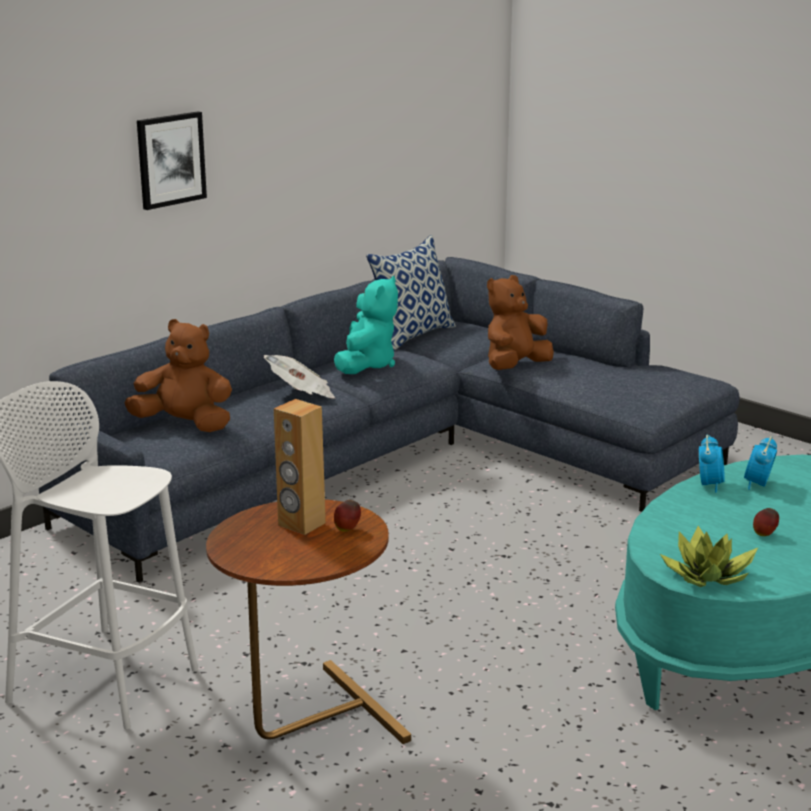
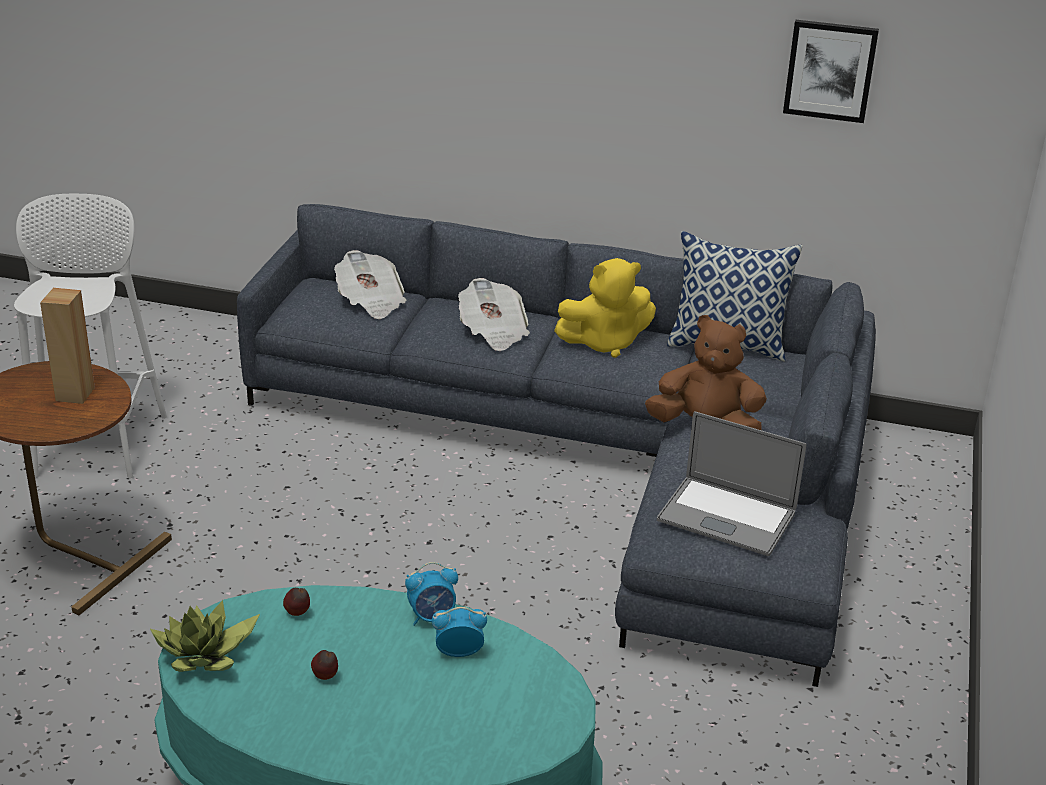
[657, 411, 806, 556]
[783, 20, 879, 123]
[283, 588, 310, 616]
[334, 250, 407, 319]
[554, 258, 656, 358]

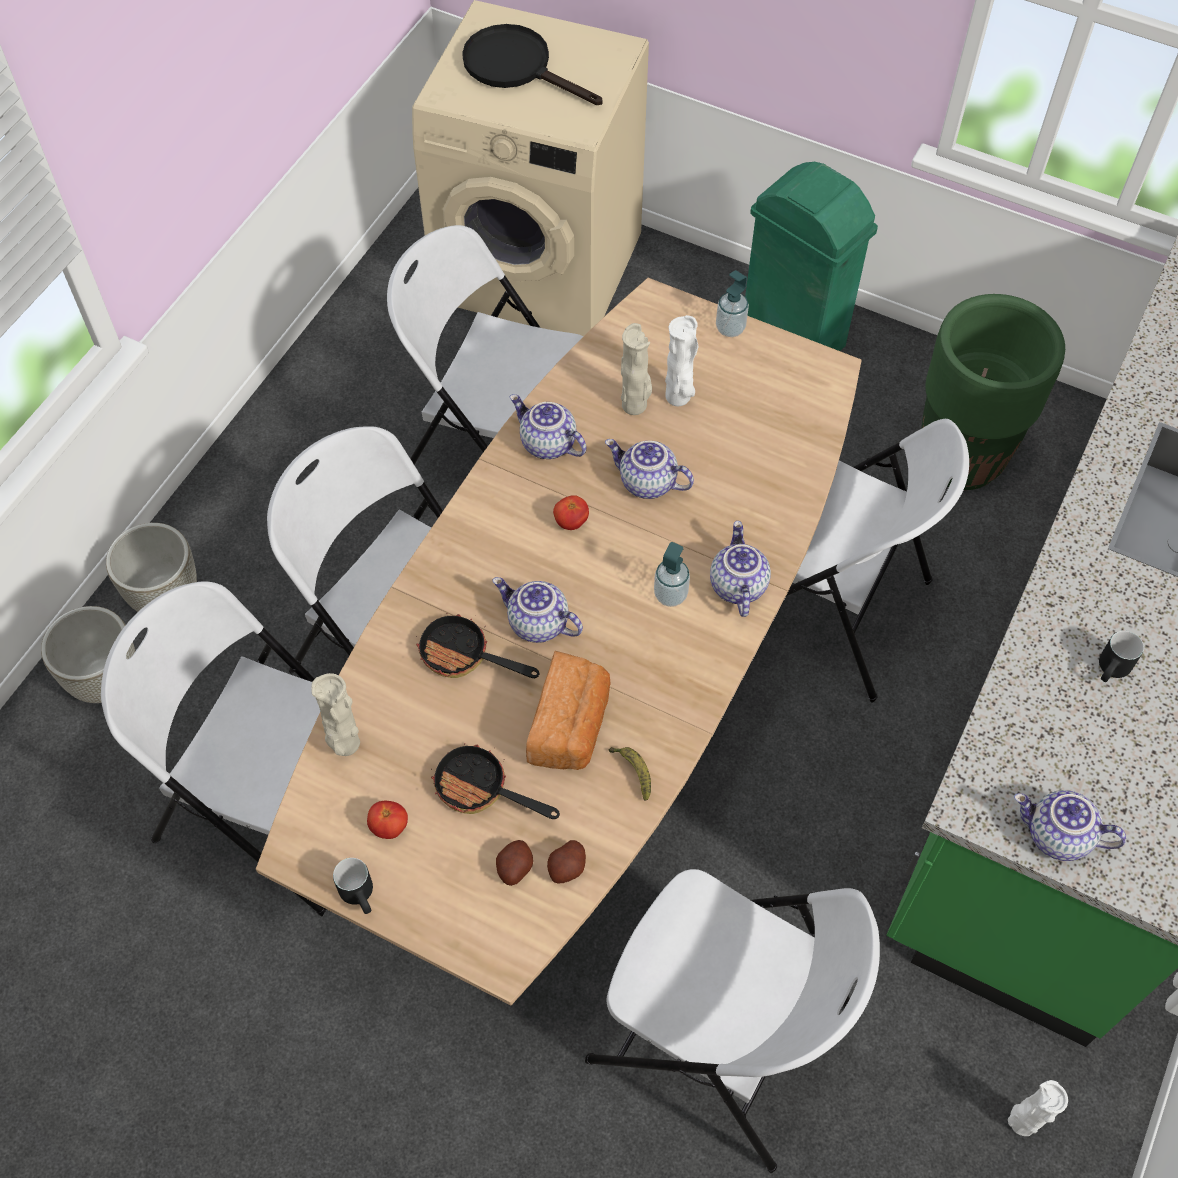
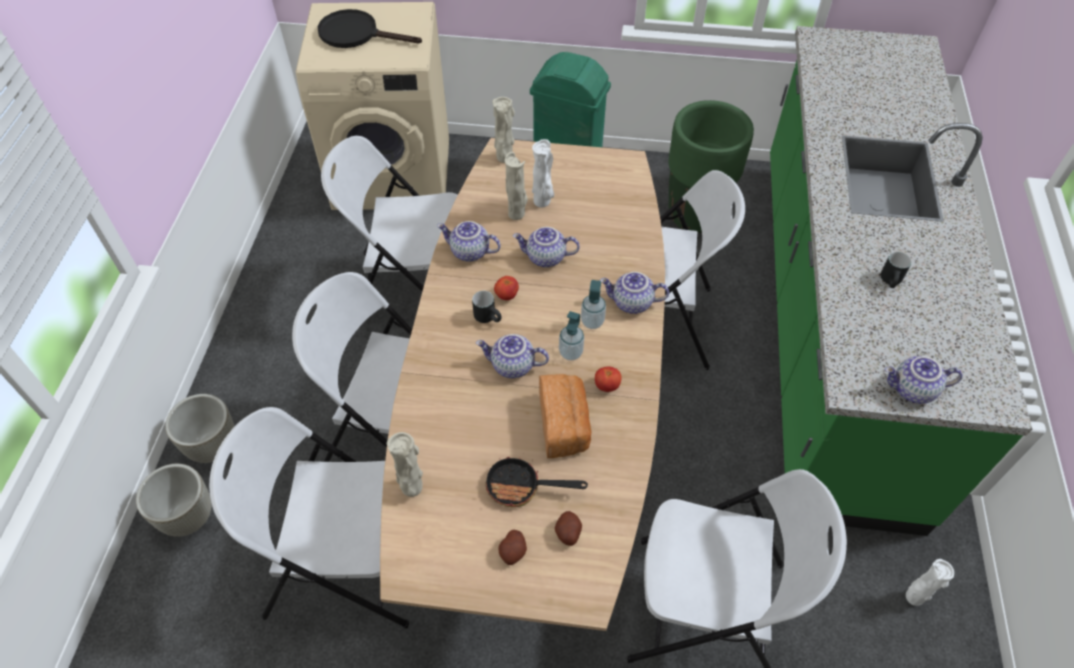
[416, 613, 539, 678] (first image)
[609, 747, 651, 801] (first image)
[492, 97, 515, 163]
[472, 291, 502, 323]
[595, 367, 622, 392]
[499, 530, 527, 565]
[559, 311, 584, 361]
[600, 272, 669, 314]

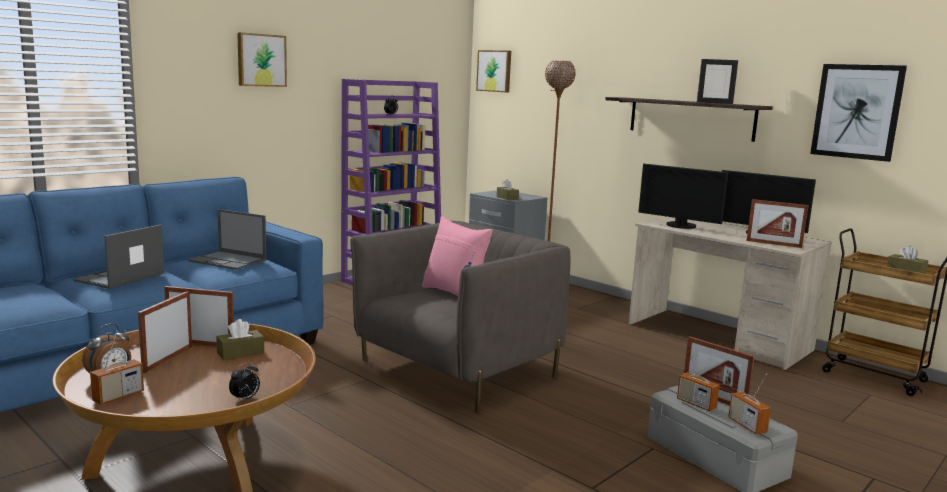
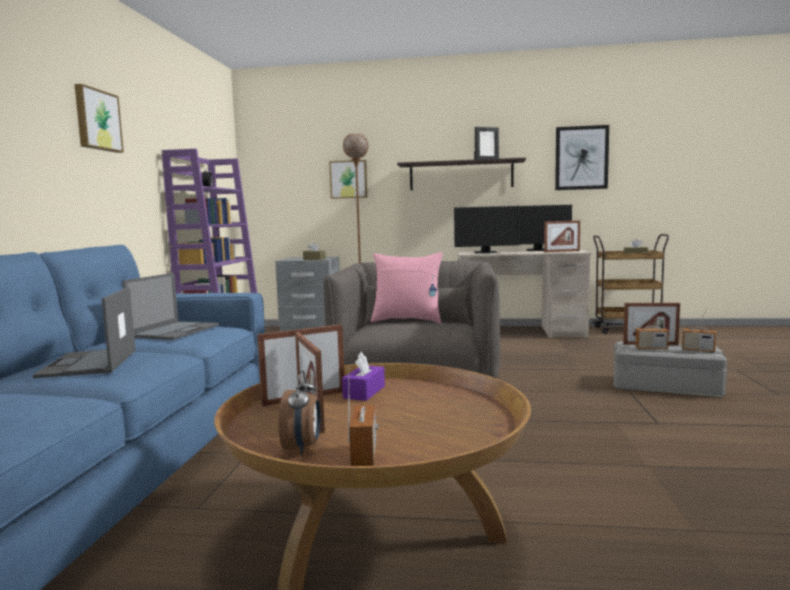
[229, 362, 260, 402] (first image)
[329, 160, 367, 199]
[342, 352, 385, 401]
[122, 273, 219, 340]

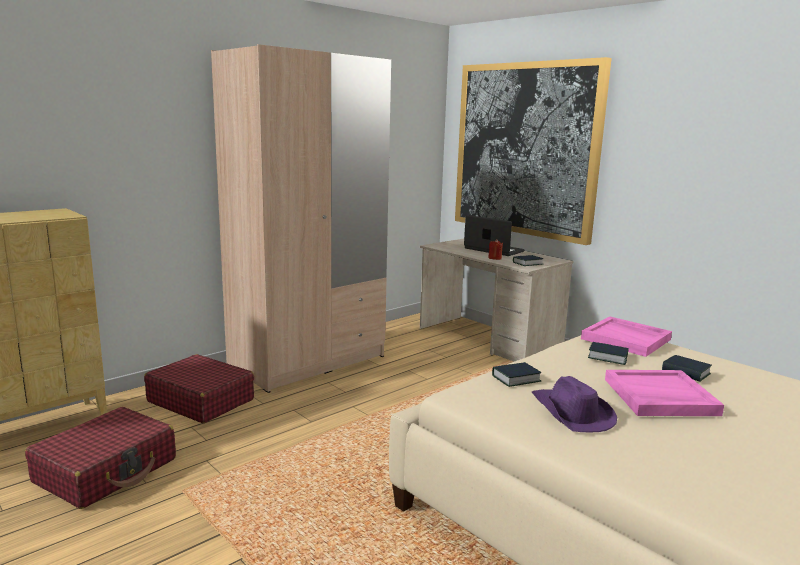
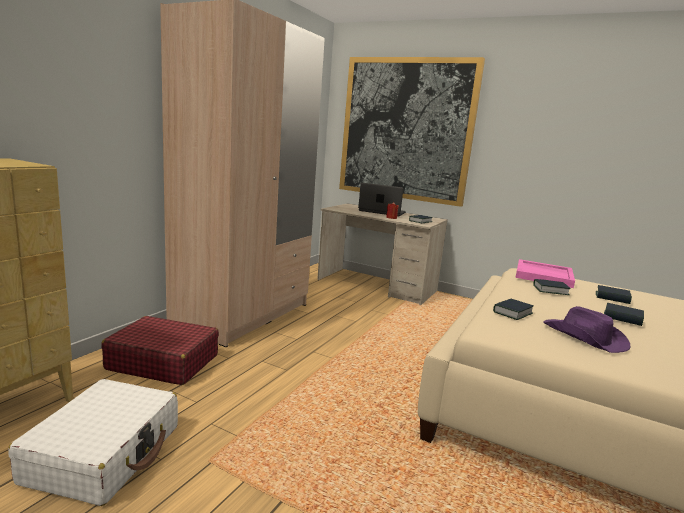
[604, 303, 644, 326]
[8, 379, 178, 506]

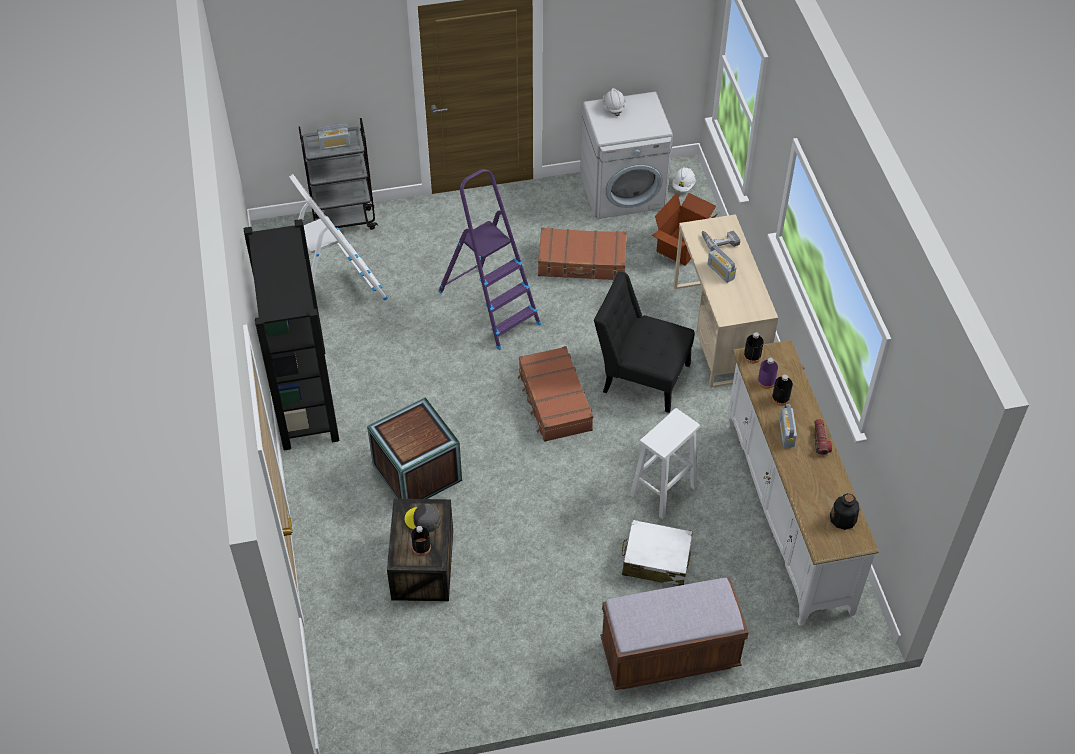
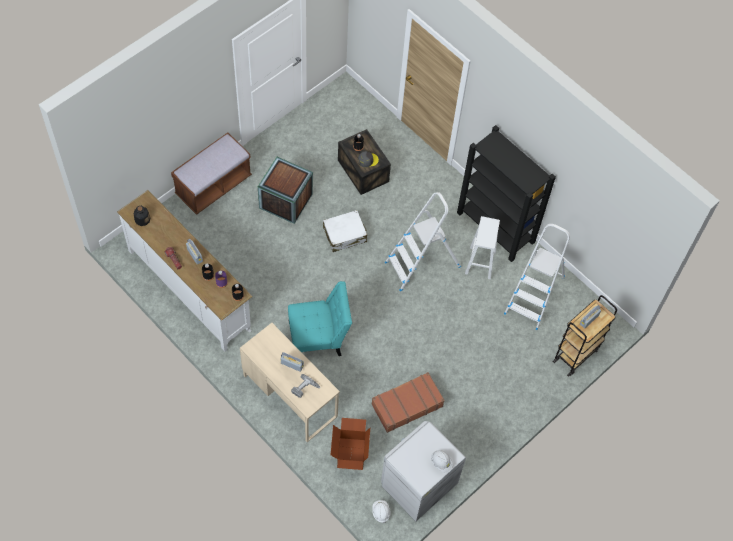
[438, 169, 541, 350] (first image)
[517, 346, 594, 442] (first image)
[385, 192, 461, 291]
[258, 157, 313, 224]
[323, 210, 367, 252]
[465, 216, 500, 279]
[553, 295, 617, 377]
[288, 281, 352, 356]

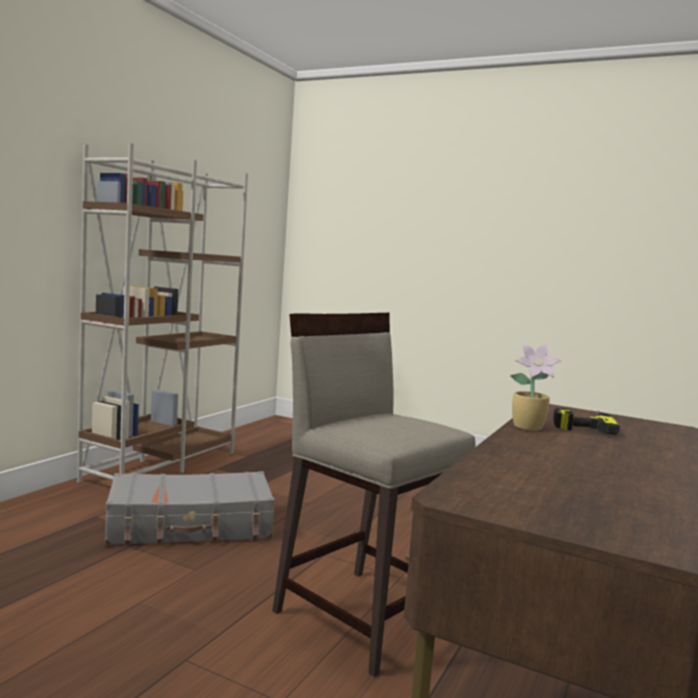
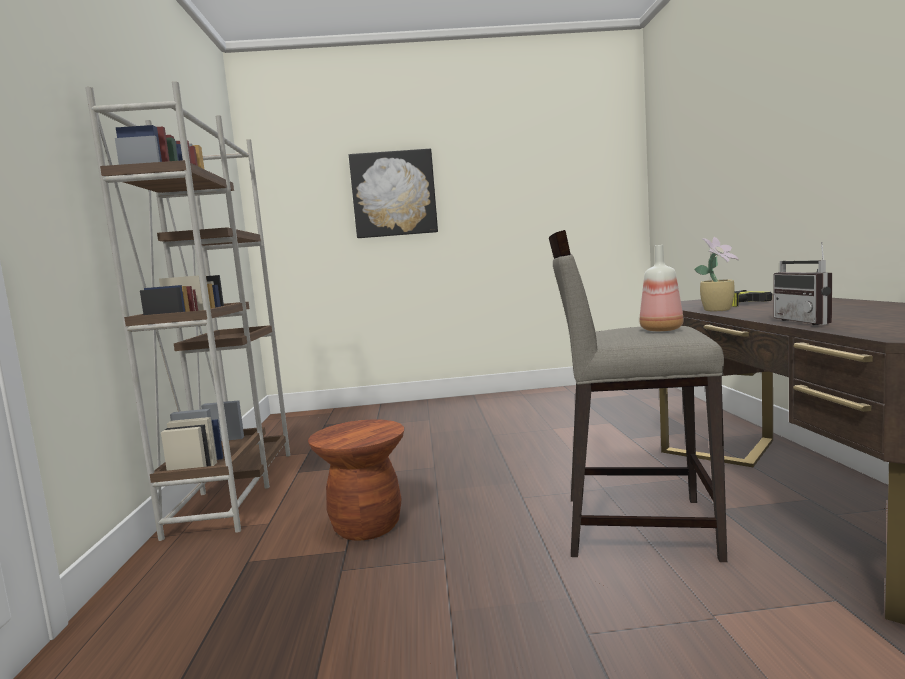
[349, 149, 438, 238]
[640, 245, 683, 331]
[773, 242, 832, 325]
[308, 419, 404, 541]

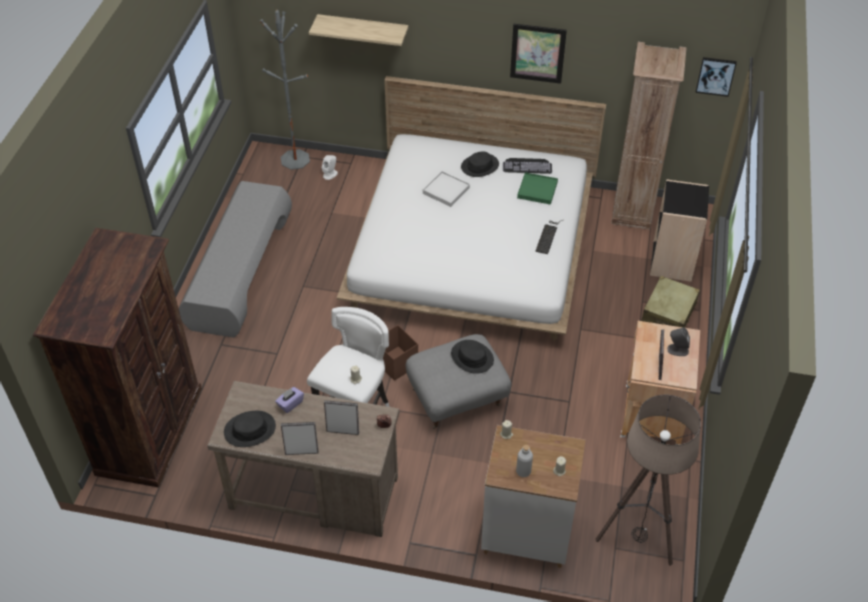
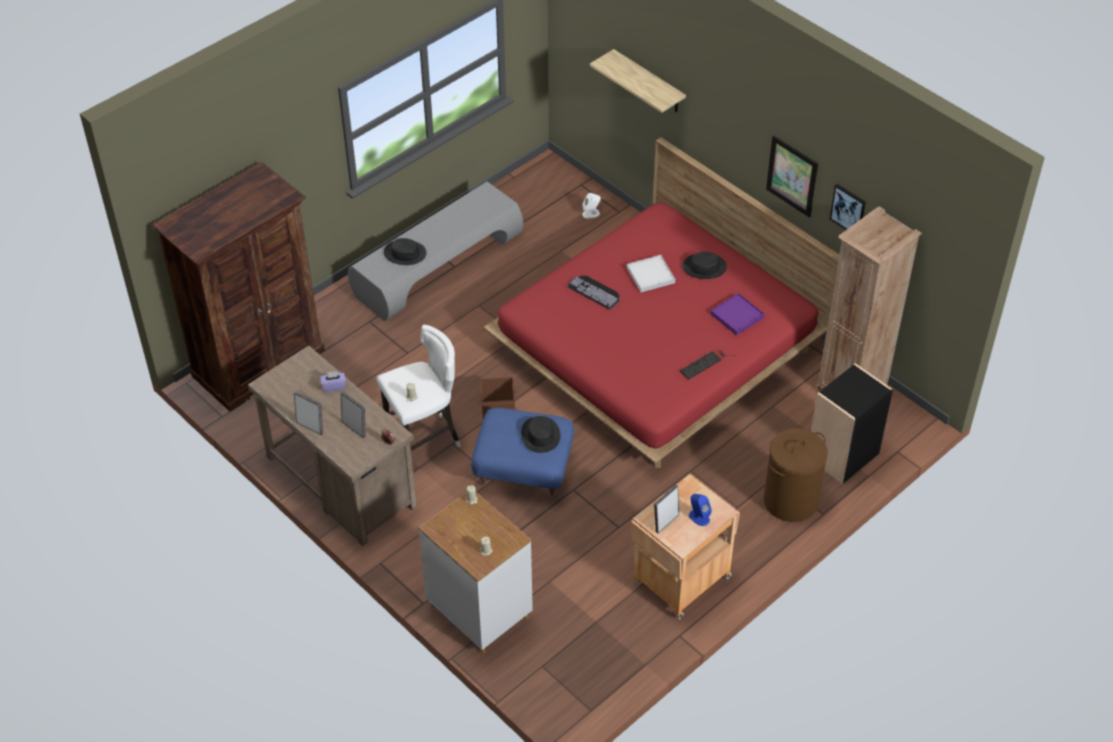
[260, 10, 310, 170] (first image)
[516, 445, 533, 477] (first image)
[596, 395, 701, 566] (first image)
[384, 238, 426, 265]
[567, 276, 620, 309]
[830, 184, 866, 230]
[763, 428, 828, 522]
[484, 137, 839, 468]
[471, 408, 574, 497]
[710, 293, 764, 336]
[689, 494, 712, 526]

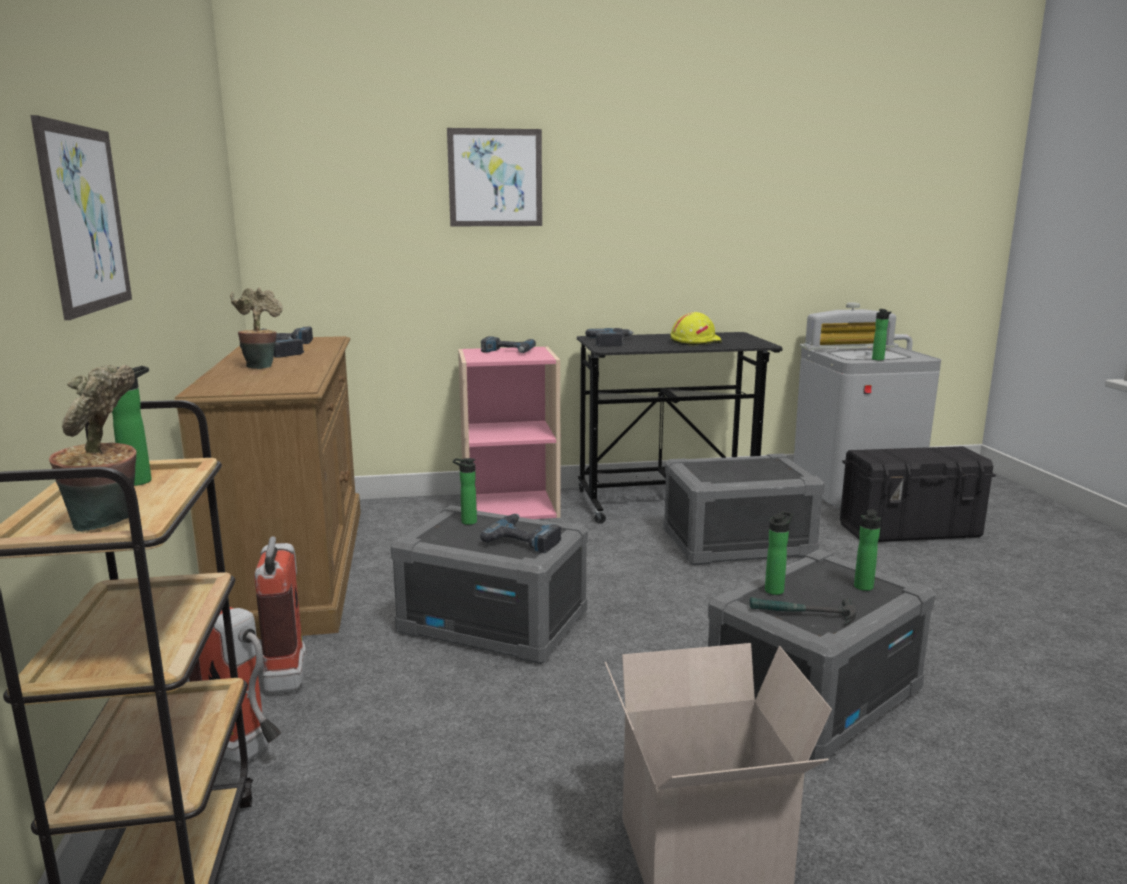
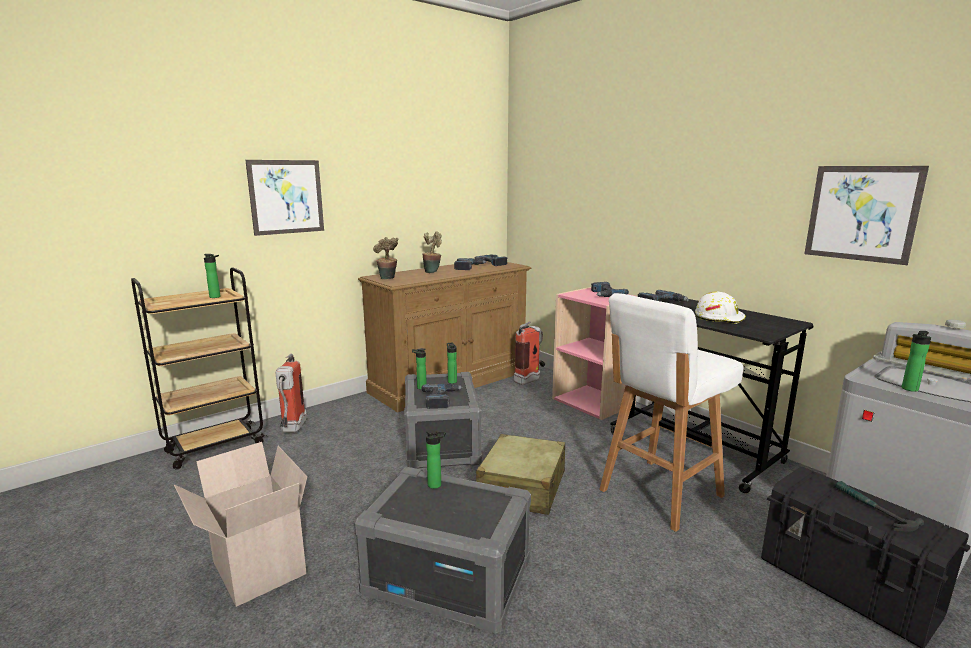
[476, 434, 565, 515]
[373, 237, 398, 279]
[514, 321, 545, 385]
[804, 166, 929, 265]
[835, 481, 924, 532]
[412, 348, 427, 389]
[600, 293, 743, 532]
[695, 292, 746, 324]

